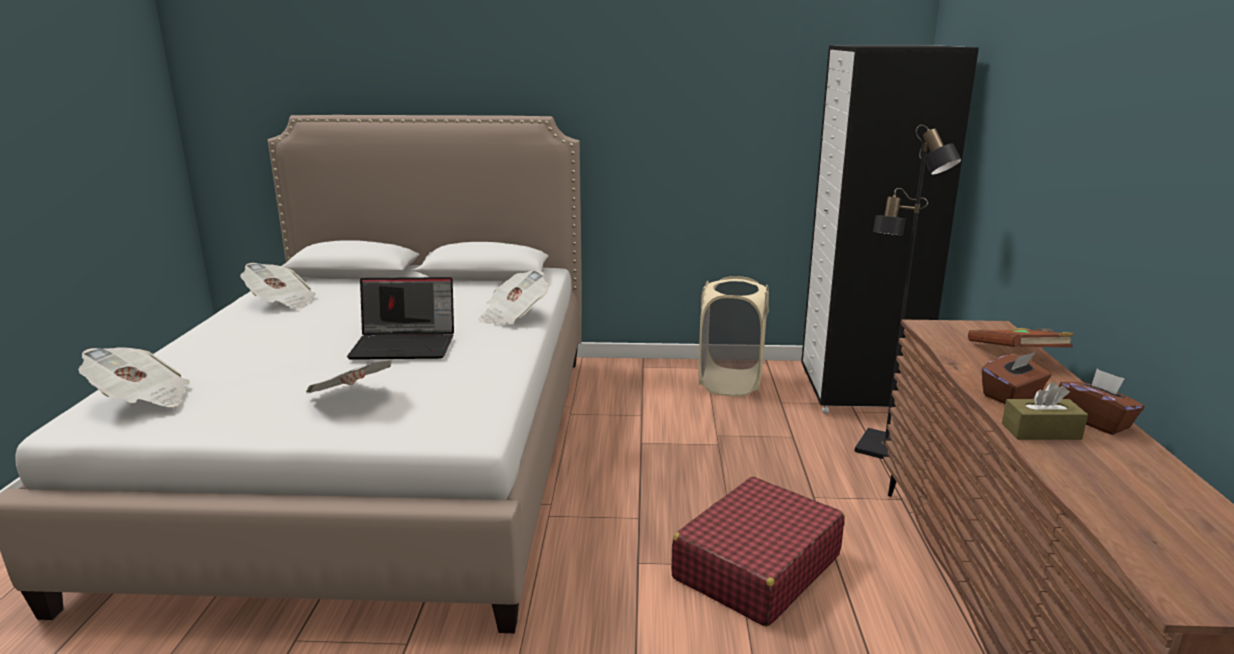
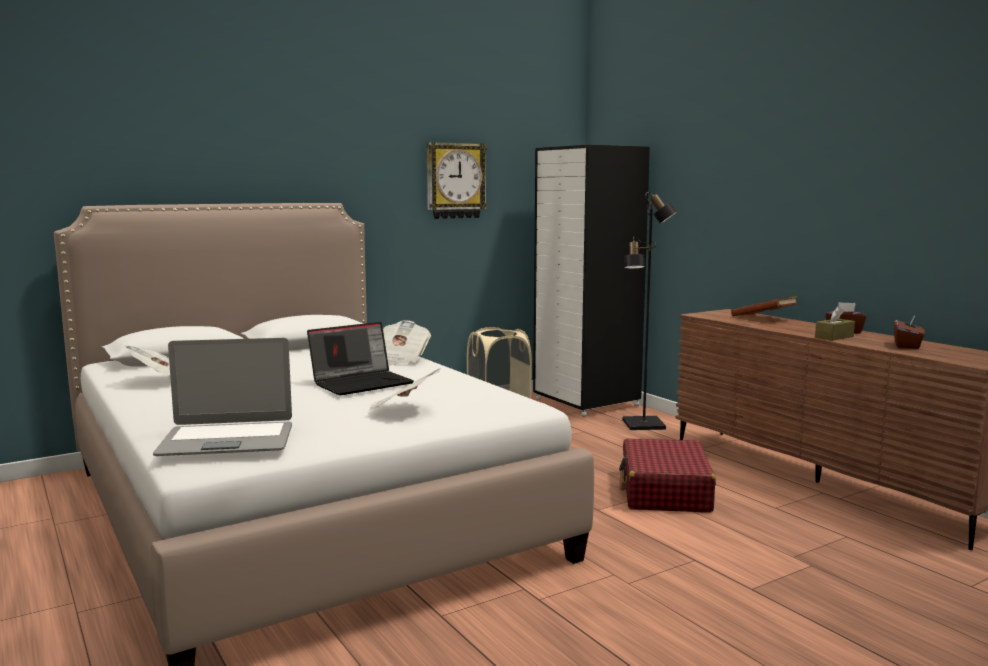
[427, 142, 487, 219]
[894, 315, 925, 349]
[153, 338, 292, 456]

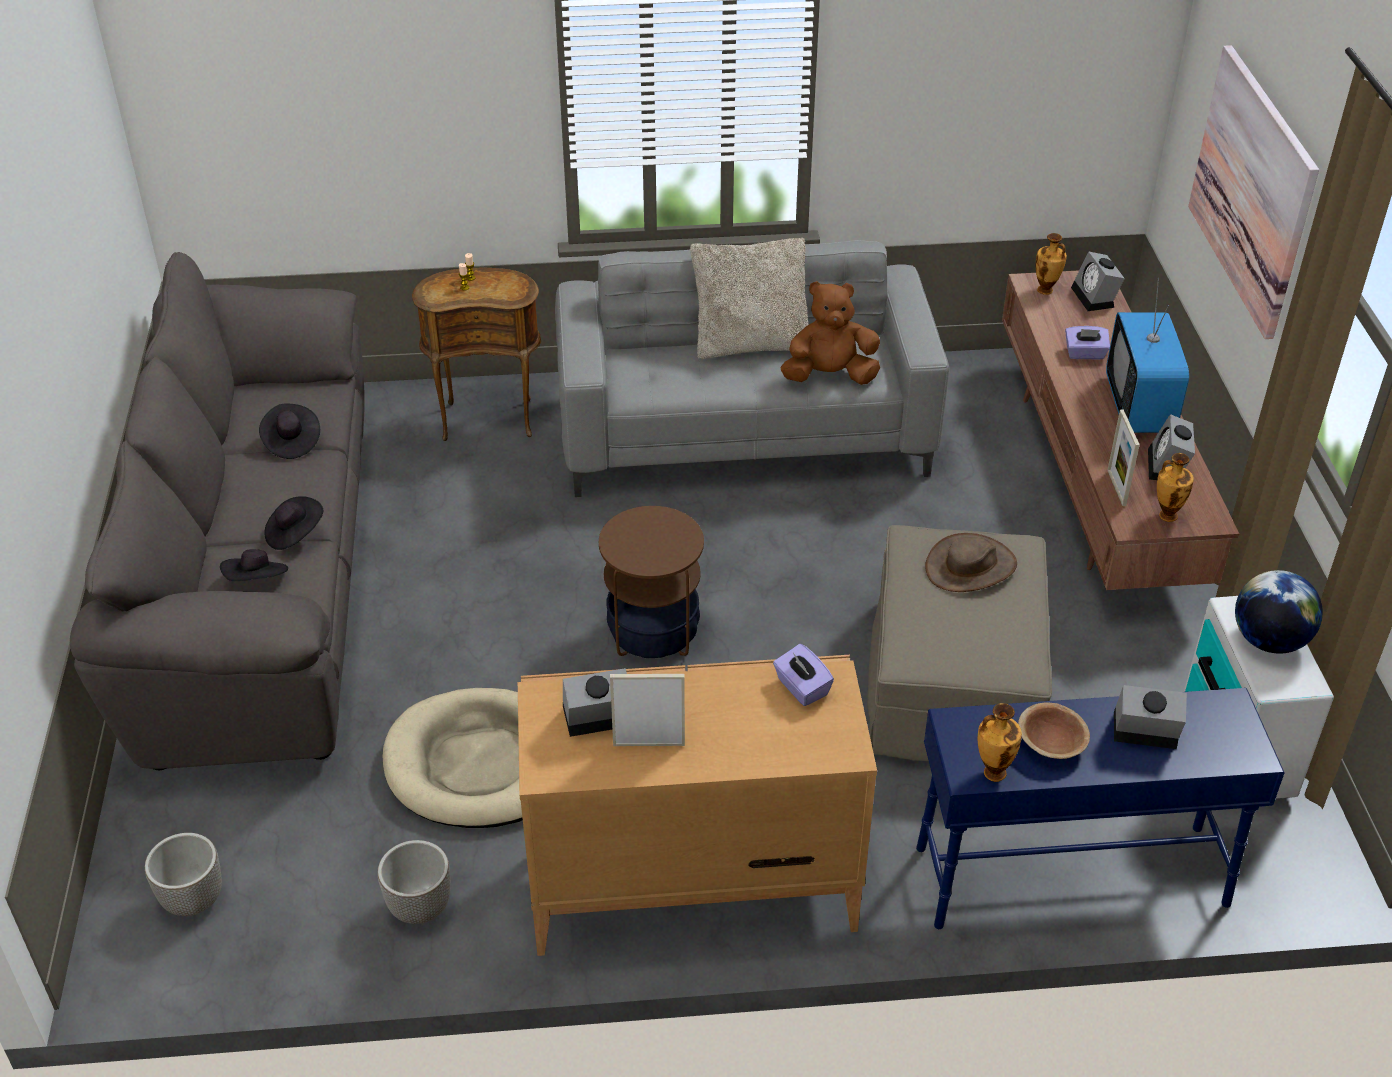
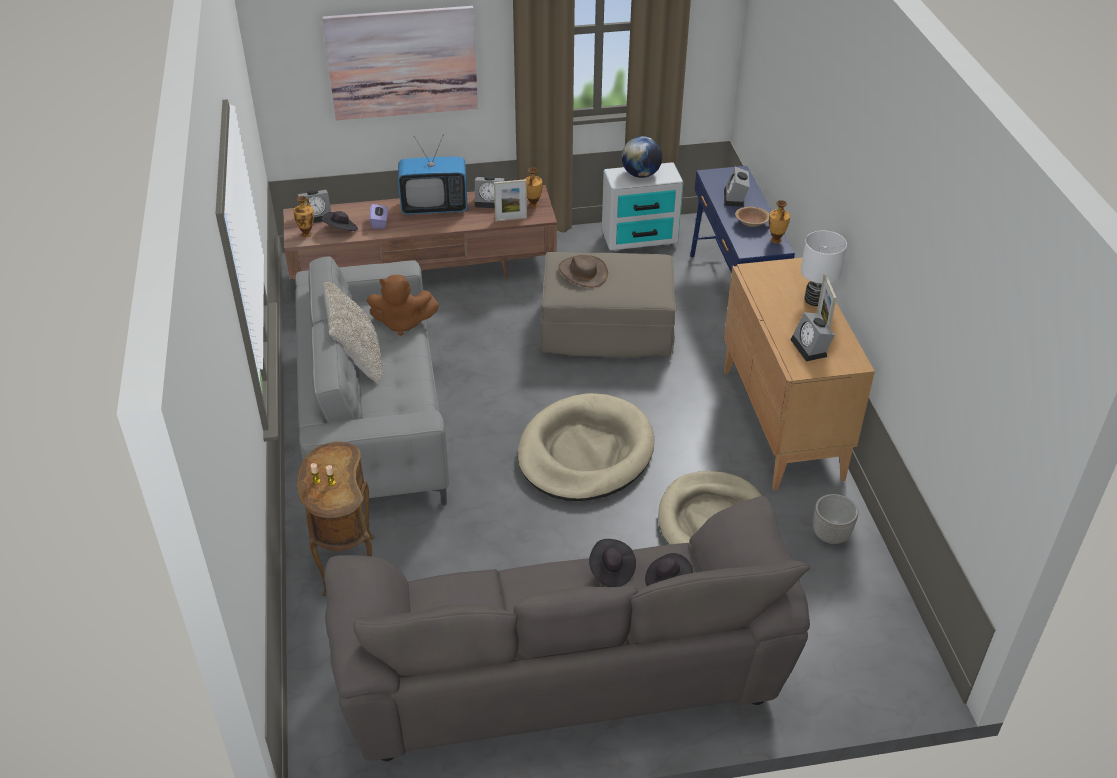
[145, 833, 222, 916] (first image)
[773, 644, 834, 706] (first image)
[801, 230, 847, 306]
[321, 211, 358, 231]
[517, 393, 655, 501]
[367, 275, 439, 336]

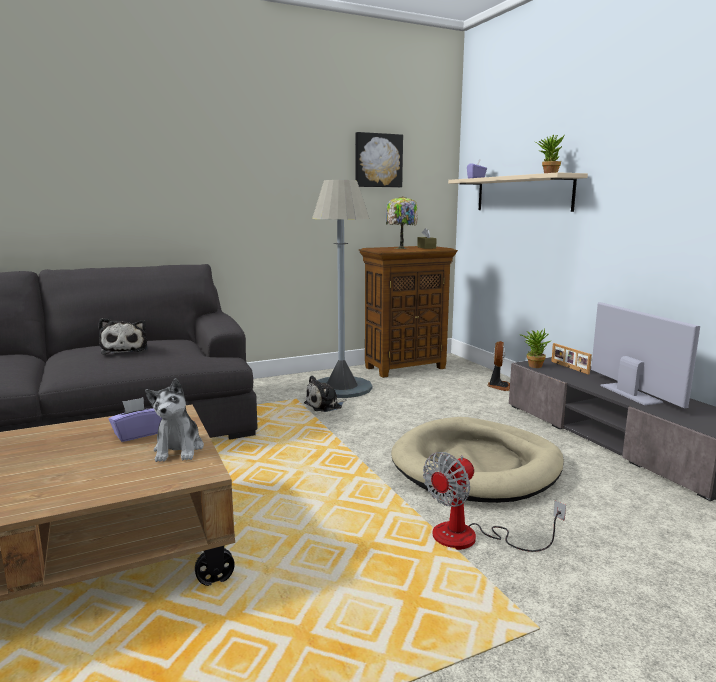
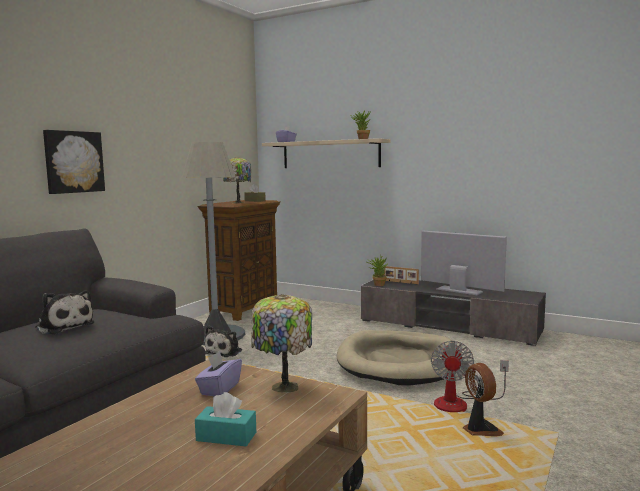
[195, 392, 256, 446]
[43, 130, 105, 194]
[463, 363, 504, 436]
[251, 294, 312, 393]

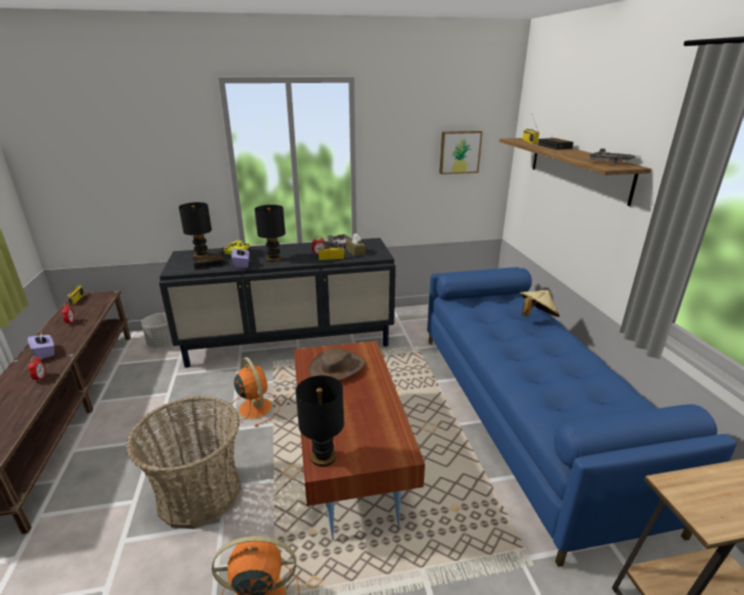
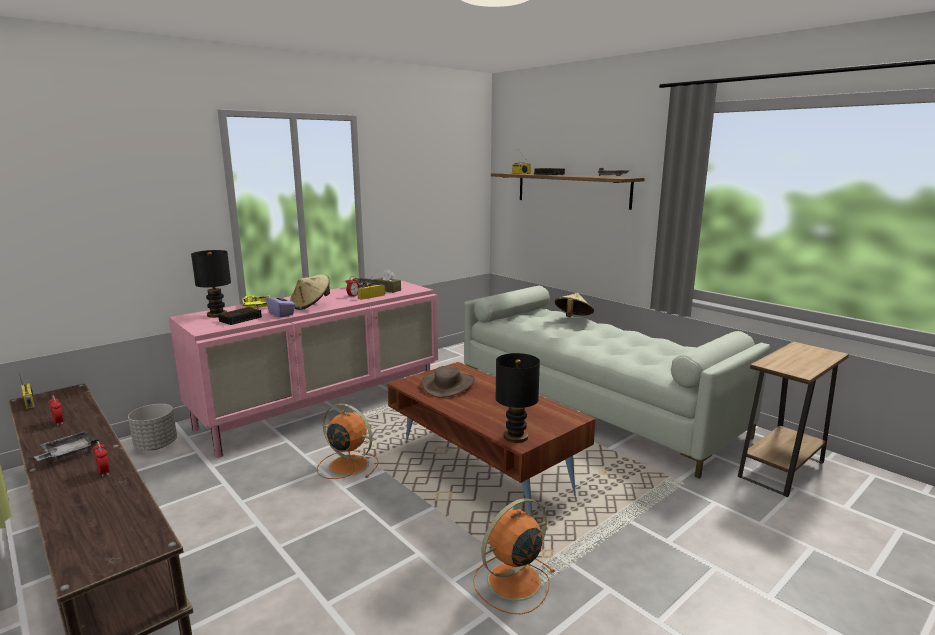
[126, 396, 241, 529] (first image)
[439, 131, 483, 174] (first image)
[34, 431, 99, 461]
[290, 274, 330, 310]
[169, 281, 438, 458]
[464, 286, 770, 479]

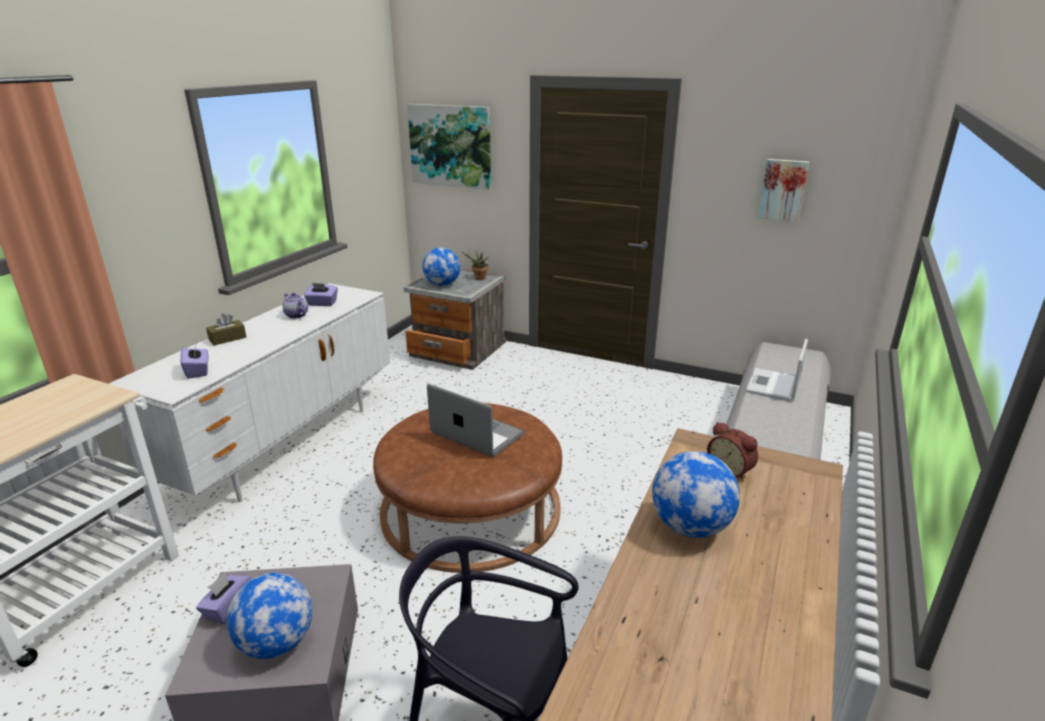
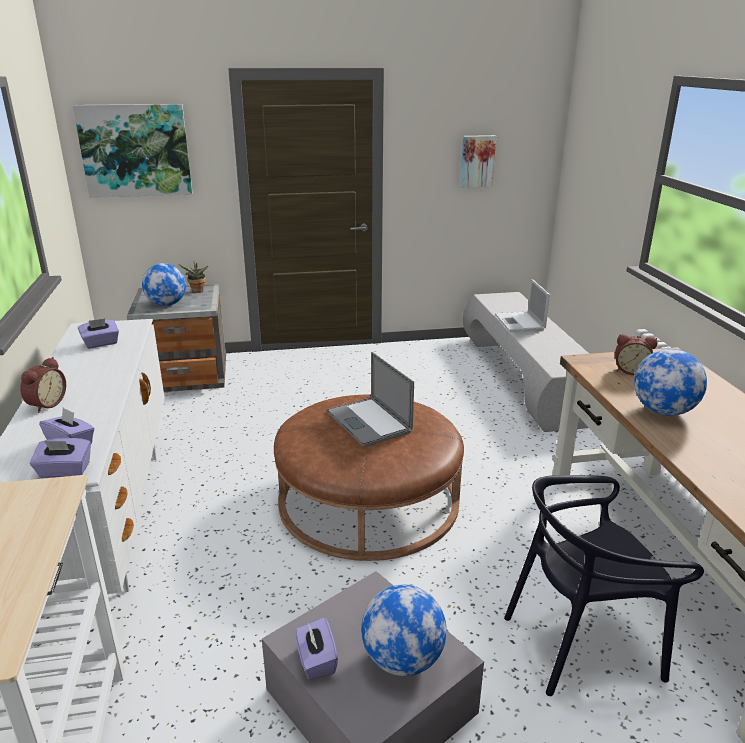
[282, 293, 308, 319] (first image)
[30, 438, 91, 478]
[20, 357, 66, 413]
[326, 352, 414, 447]

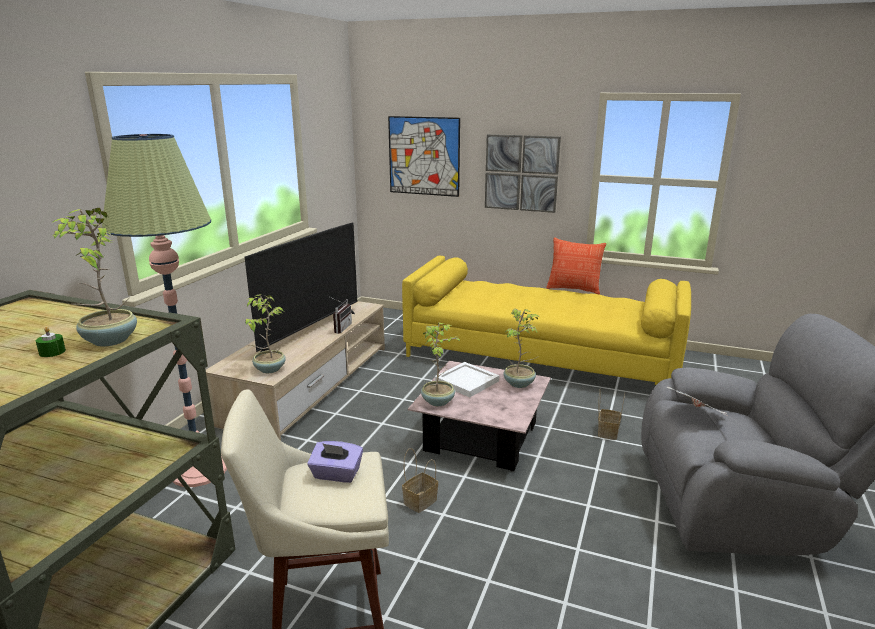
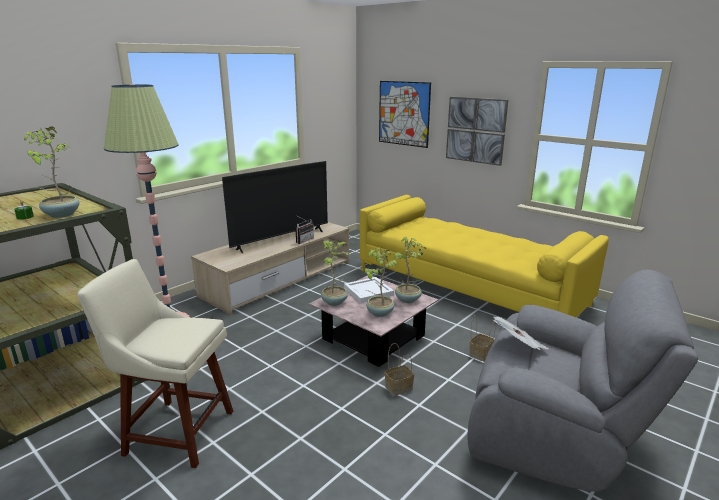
[307, 441, 363, 483] (first image)
[546, 237, 606, 294] (first image)
[364, 248, 398, 317]
[385, 343, 414, 396]

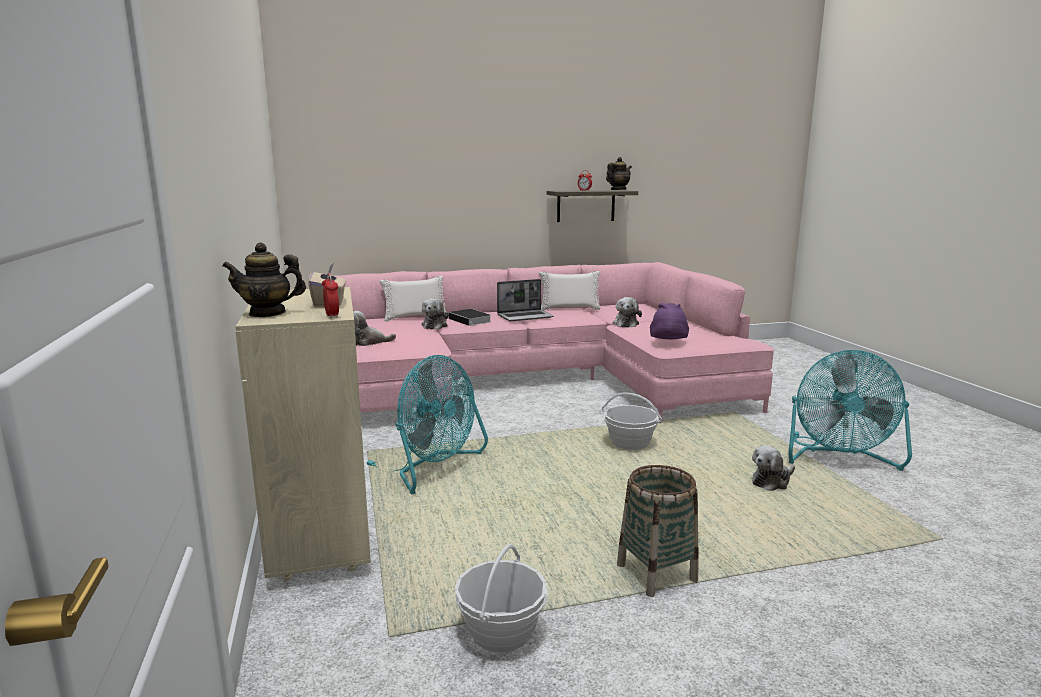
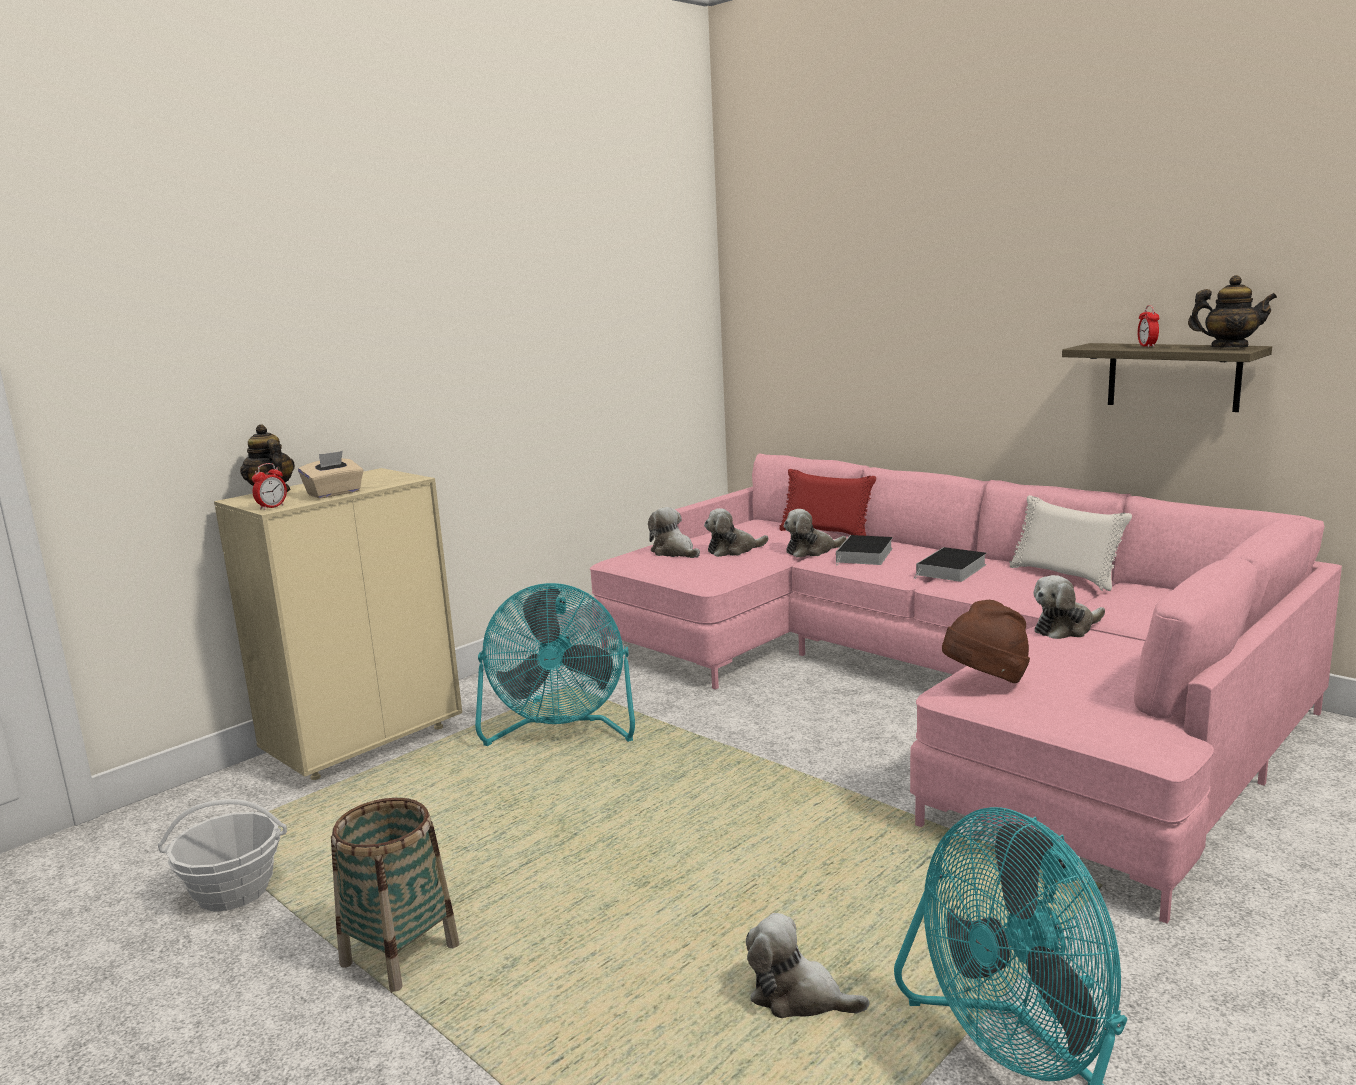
[602, 393, 662, 450] (first image)
[704, 508, 769, 557]
[914, 547, 987, 582]
[779, 469, 876, 536]
[942, 600, 1030, 683]

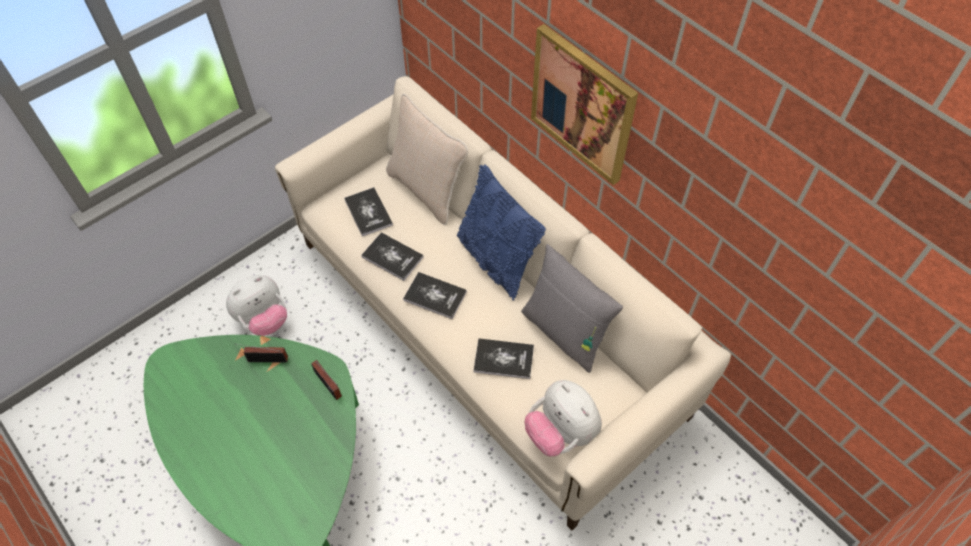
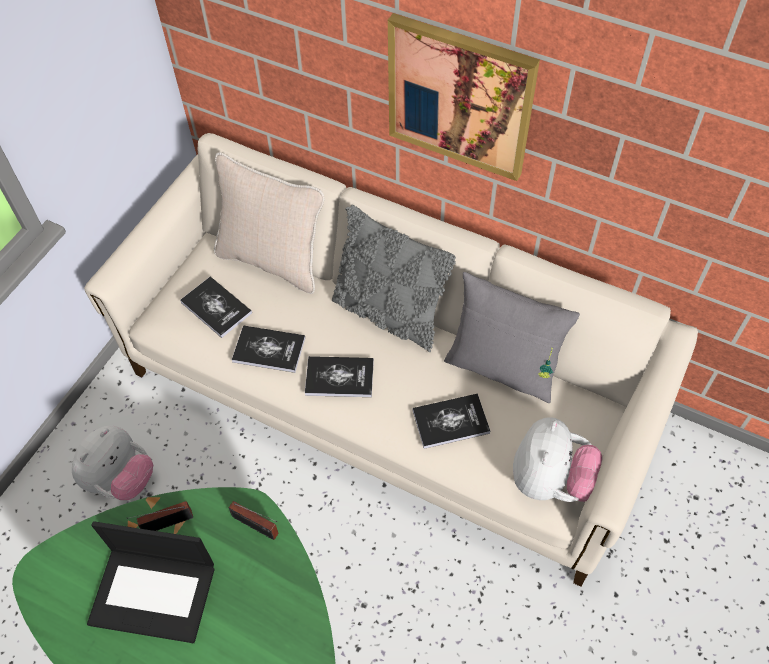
[87, 521, 215, 643]
[332, 205, 456, 352]
[513, 417, 602, 502]

